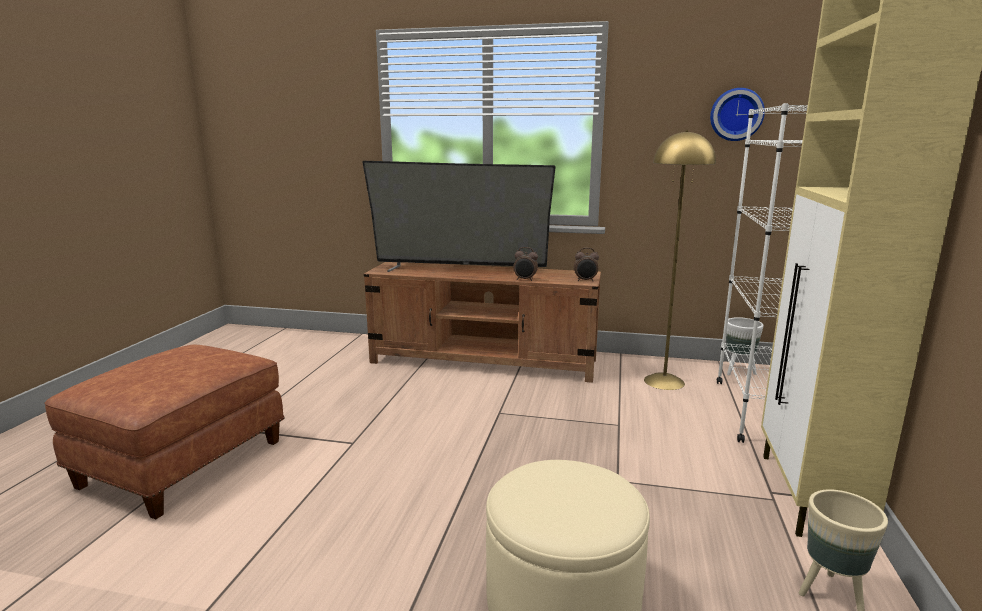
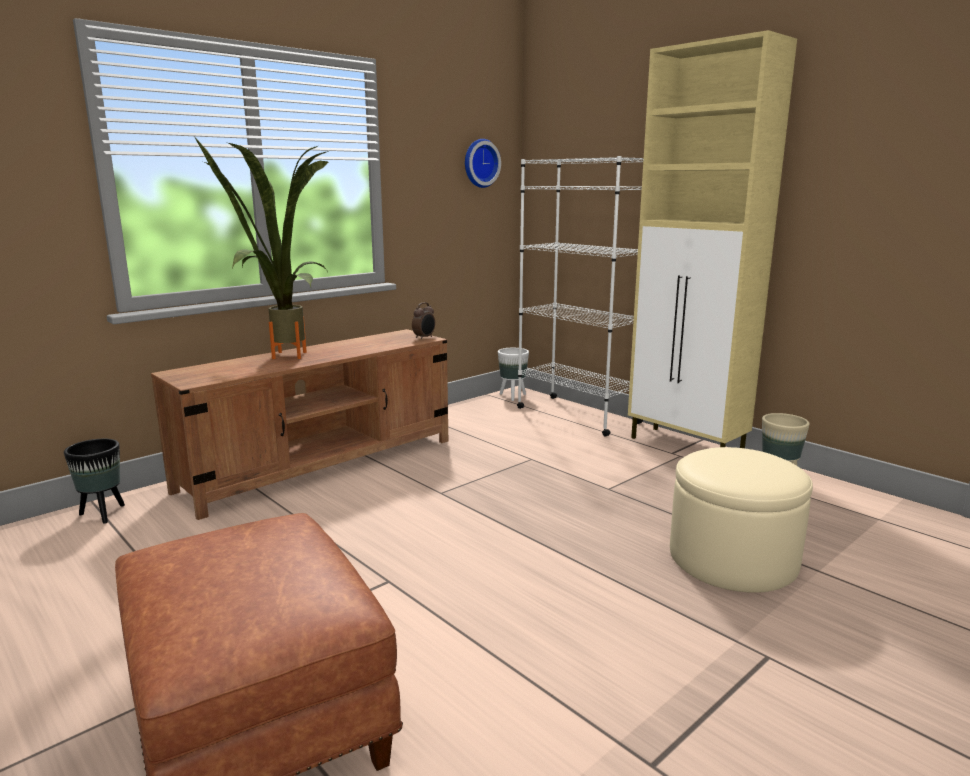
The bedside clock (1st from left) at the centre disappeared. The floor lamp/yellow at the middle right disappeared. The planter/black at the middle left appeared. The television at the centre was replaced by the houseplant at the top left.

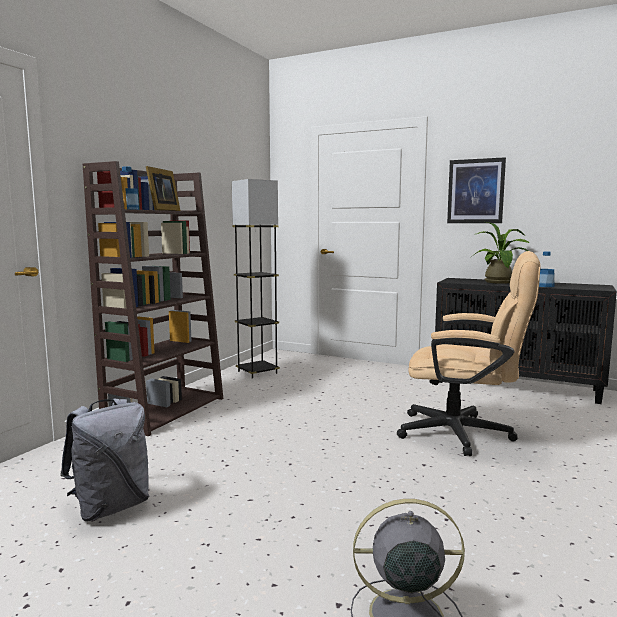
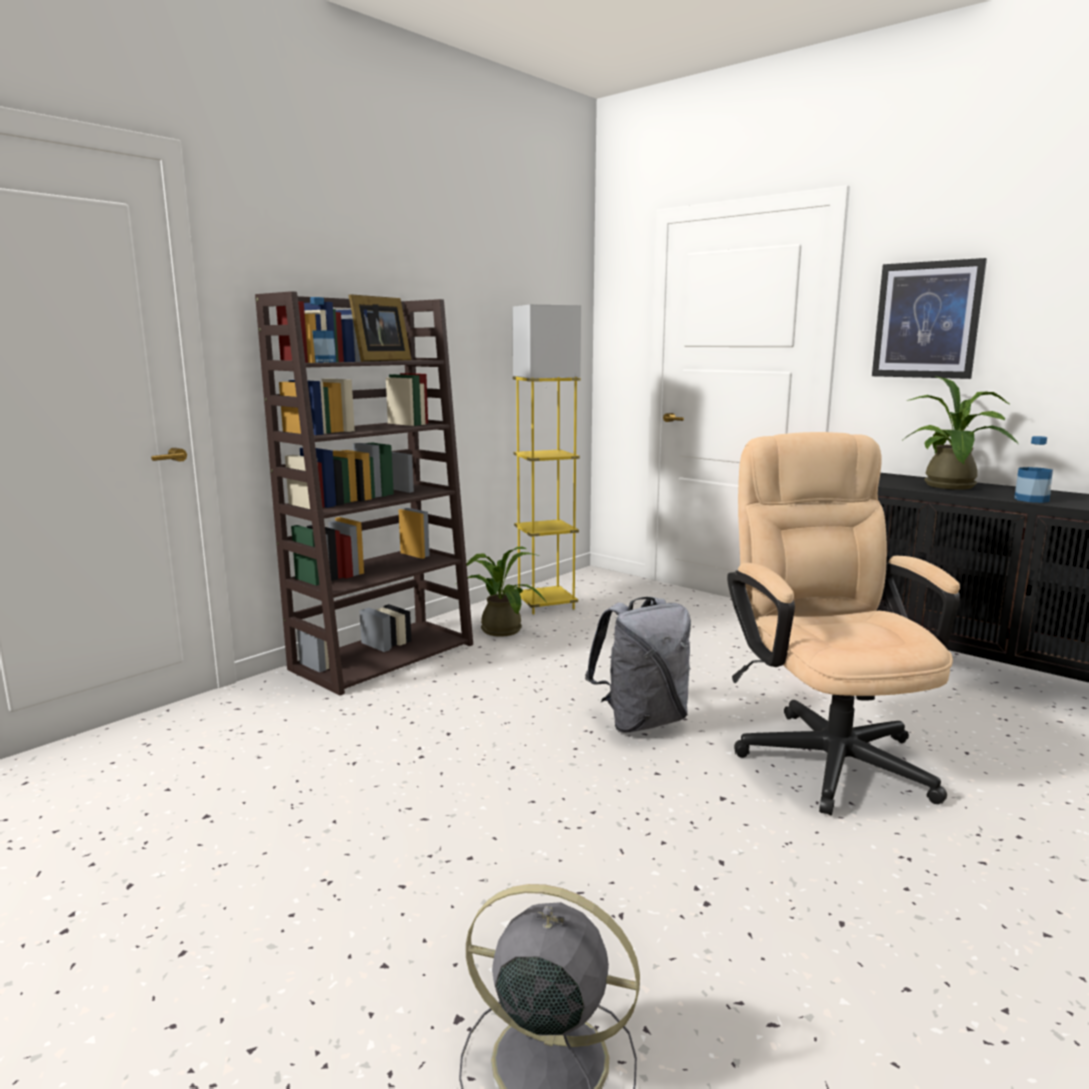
The houseplant (1st from left) at the centre appeared. The knapsack/greyish moved from the bottom left to the centre. The floor lamp/greyish at the centre became the floor lamp/yellow at the centre. The office chair/beige-coloured at the middle right turned 135 degrees counterclockwise.

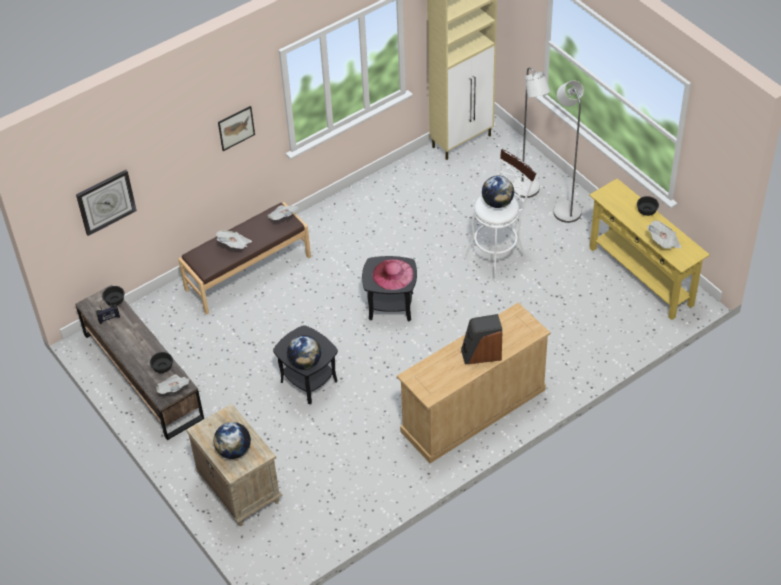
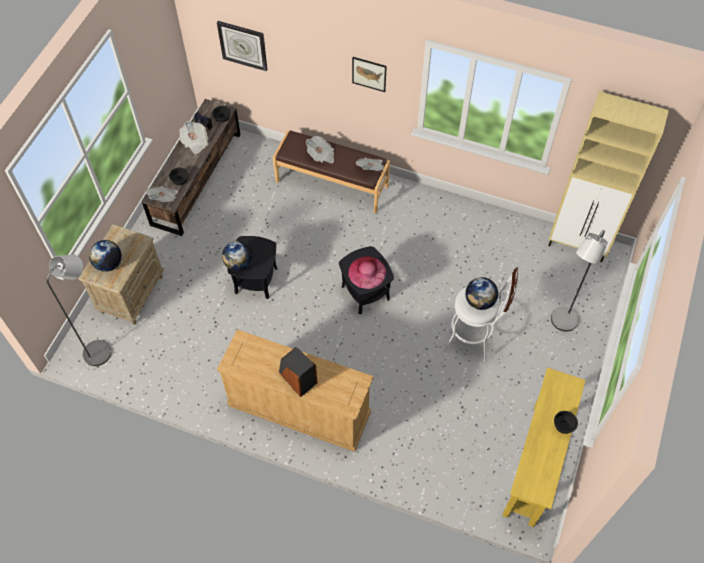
The floor lamp/greyish (2nd from left in the first image) moved from the top right to the middle left. The daily paper (4th from left in the first image) moved from the middle right to the top left.

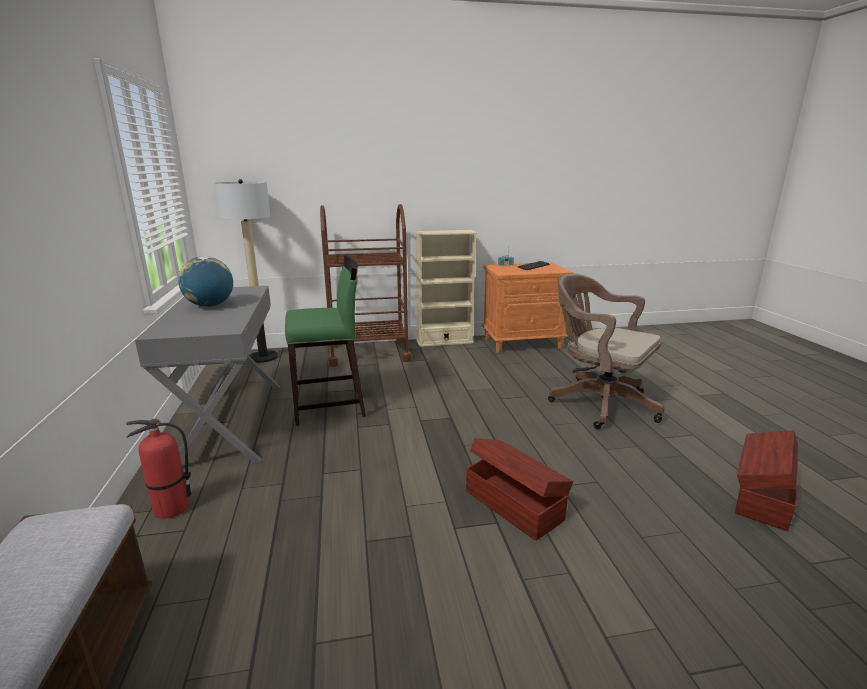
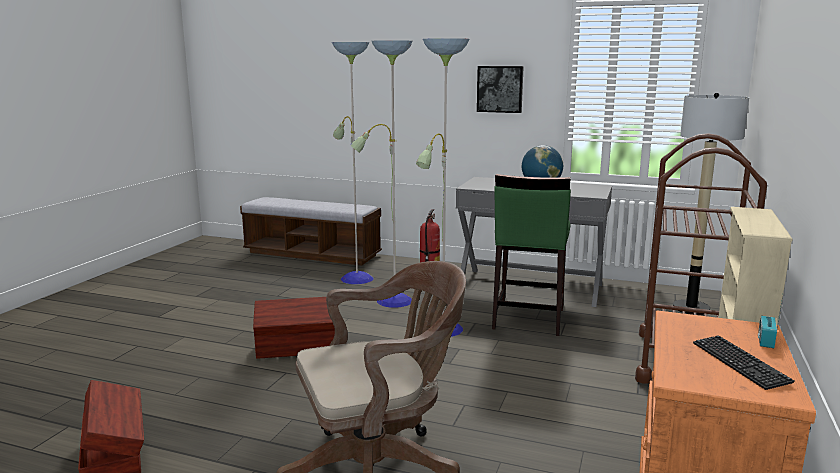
The floor lamp (1st from left) at the centre appeared. The picture at the top centre appeared.

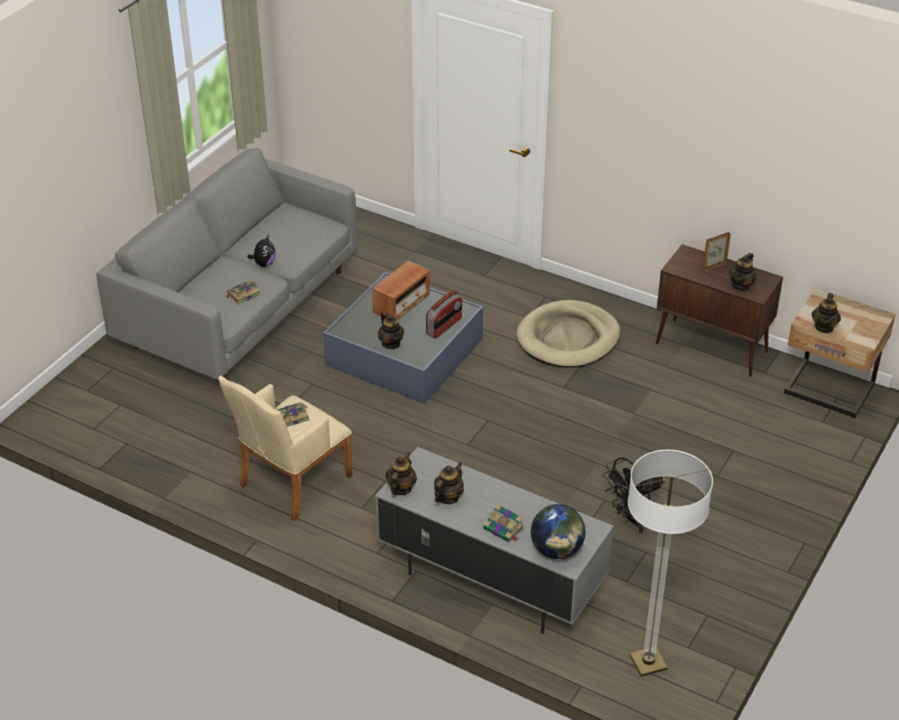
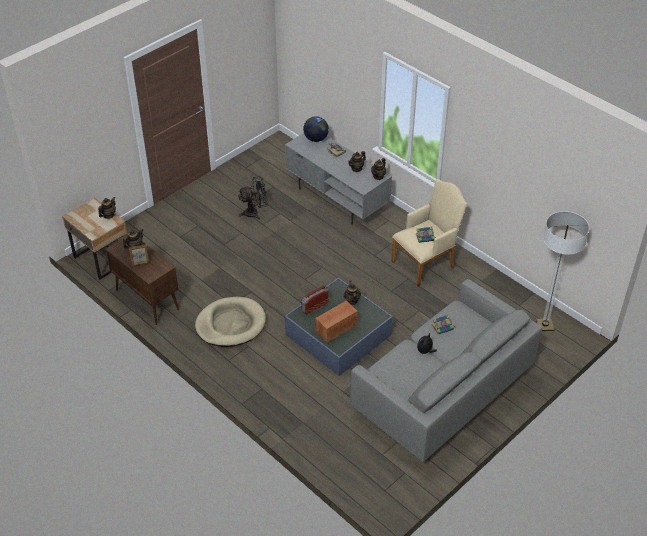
The floor lamp moved from the bottom right to the middle right.

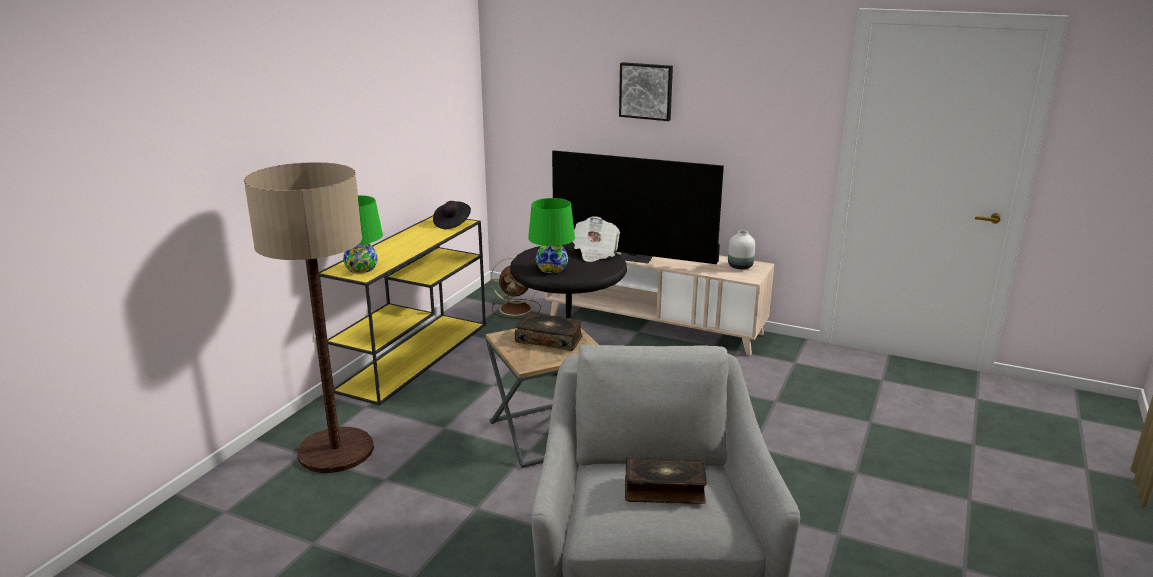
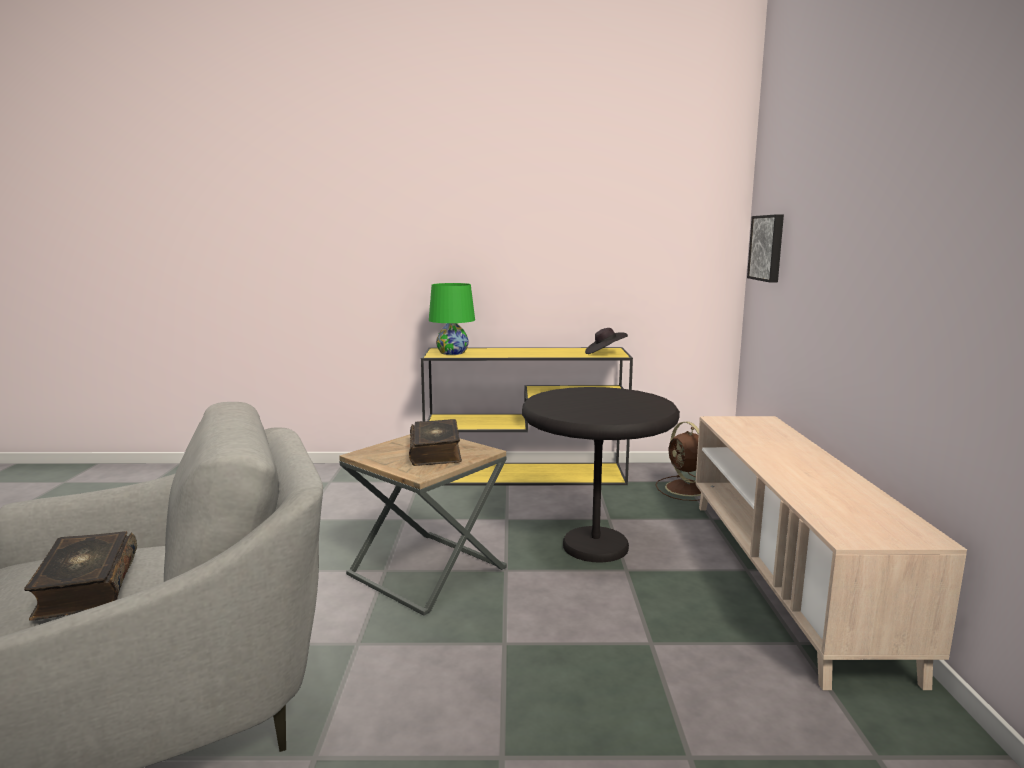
The floor lamp at the middle left disappeared. The lamp for a table/green-coloured (2nd from left) at the centre disappeared. The television at the centre disappeared. The daily paper at the centre disappeared. The vase/white-coloured at the centre disappeared. The picture moved from the top centre to the top right.

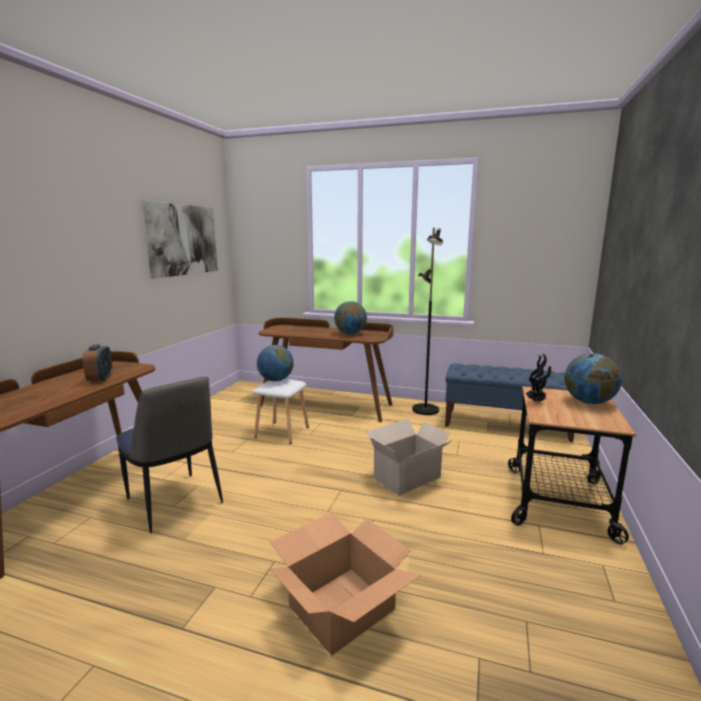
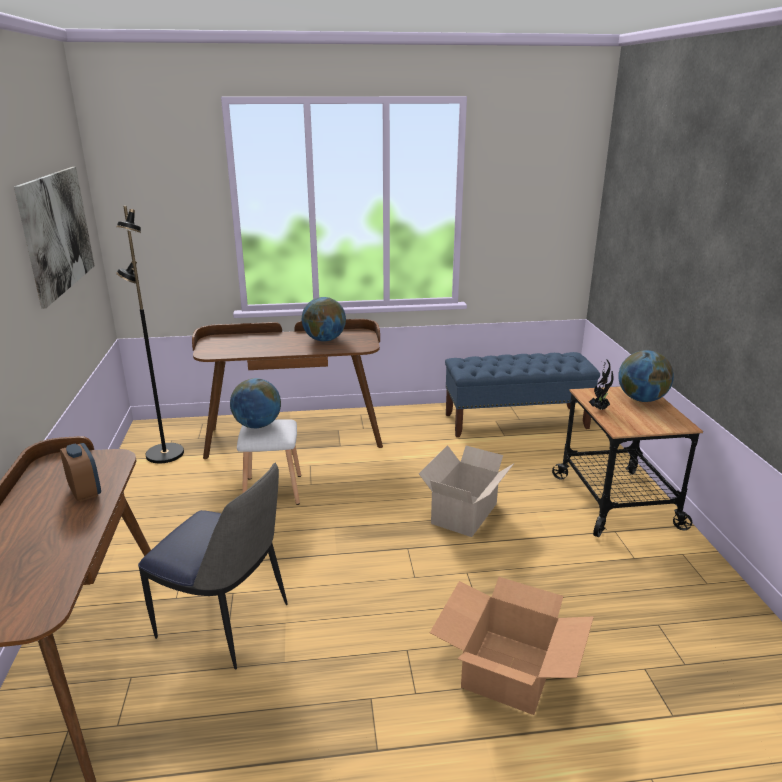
The floor lamp/black moved from the centre to the middle left.

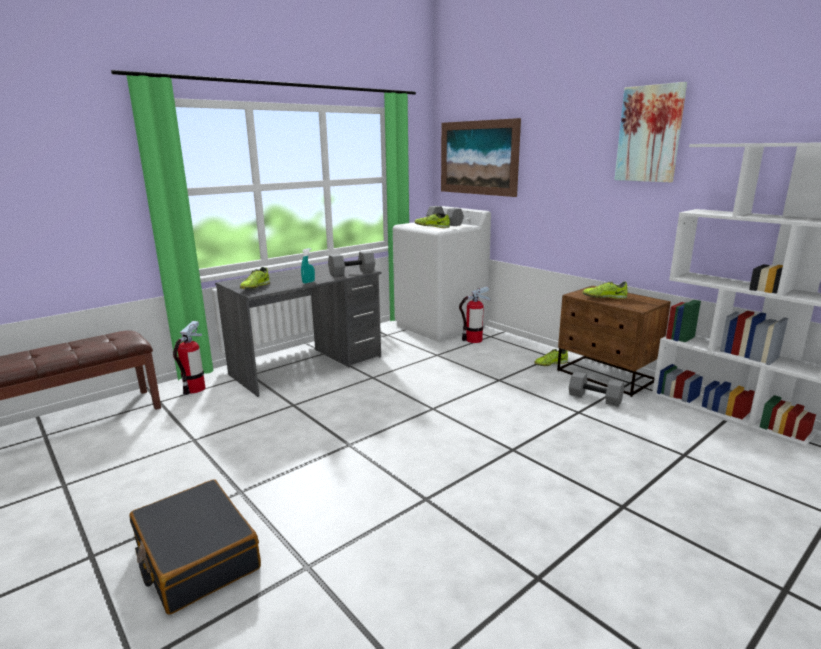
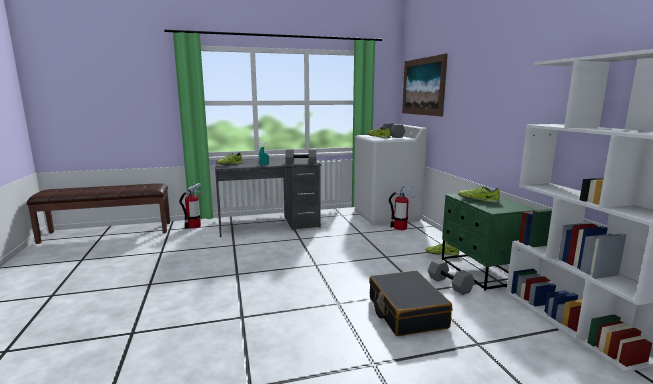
The picture (2nd from left) at the top right disappeared. The suitcase/black moved from the bottom left to the bottom centre. The nightstand/brown at the middle right became the nightstand/green-coloured at the middle right.

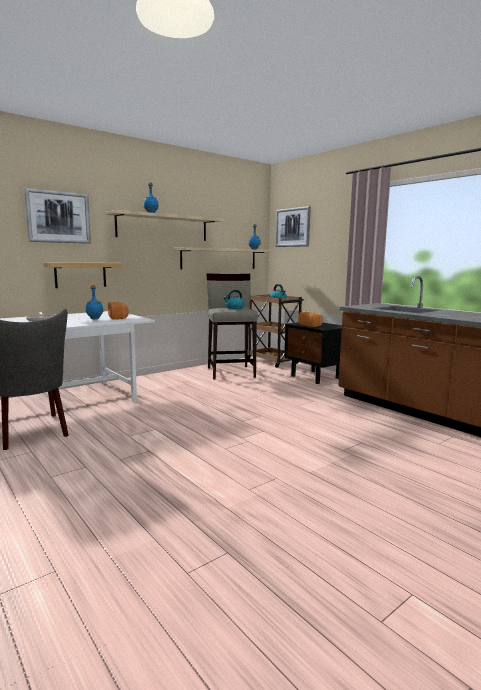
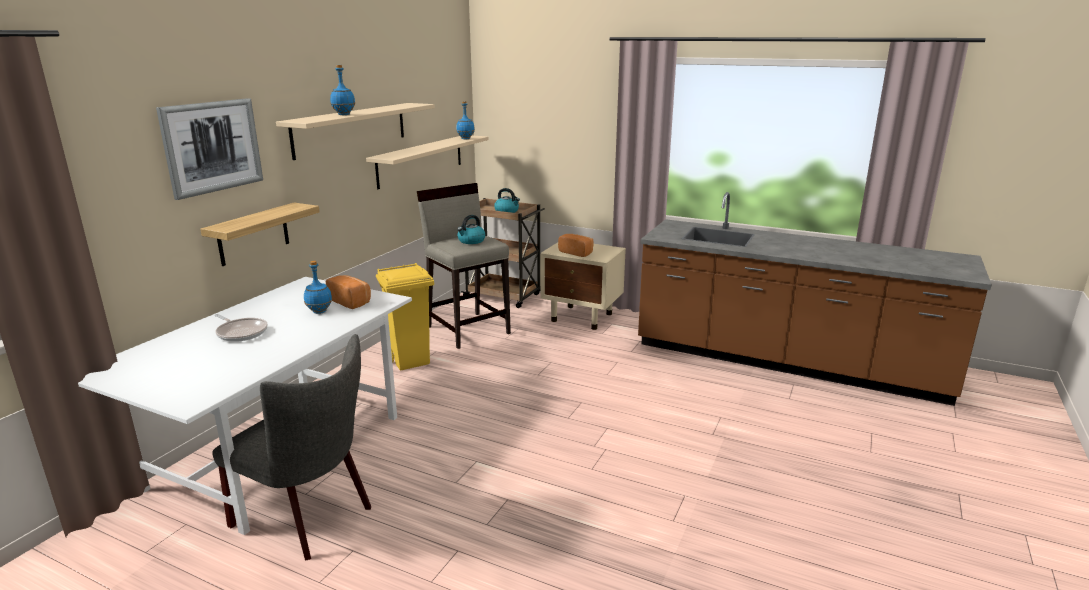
The picture (2nd from left) at the top centre disappeared. The rubbish bin/yellow at the centre appeared. The nightstand/black at the centre became the nightstand/beige-coloured at the centre.

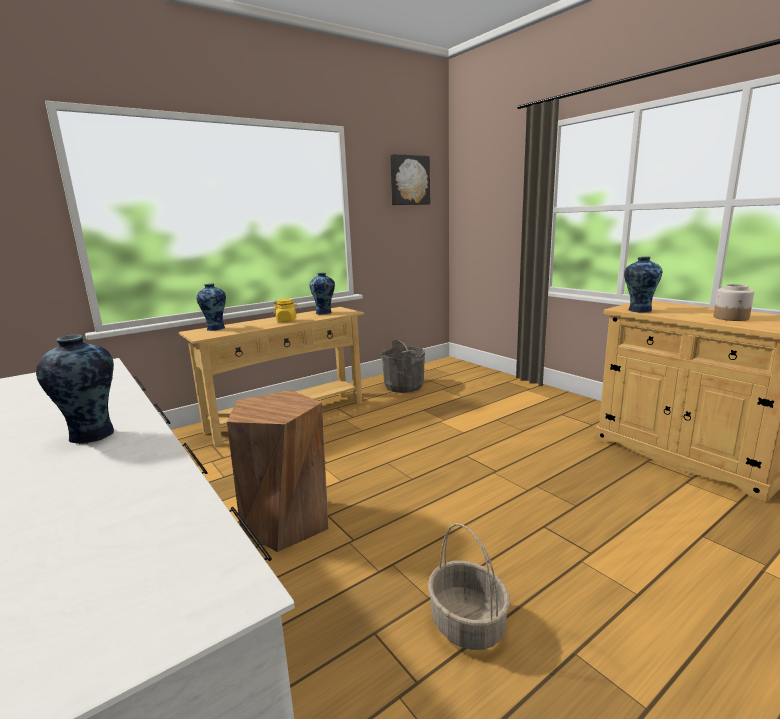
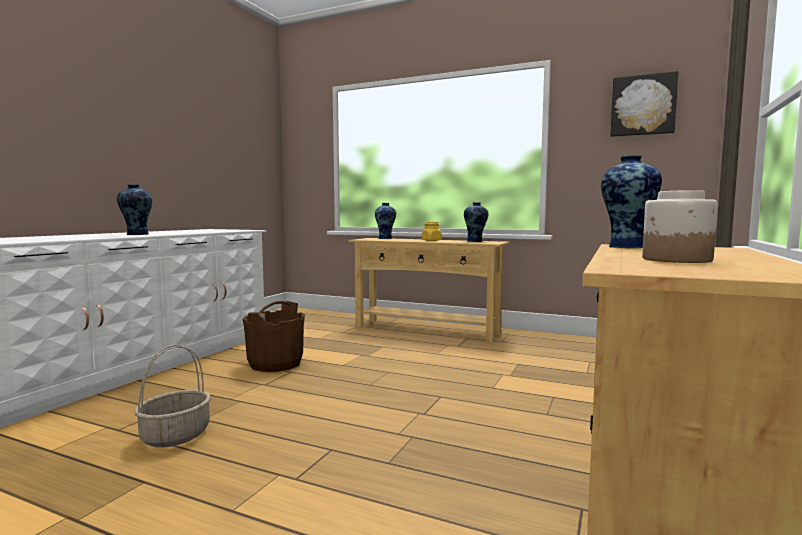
The water bucket/greyish at the centre disappeared. The stool seat/brown at the centre was replaced by the water bucket/brown at the centre.

